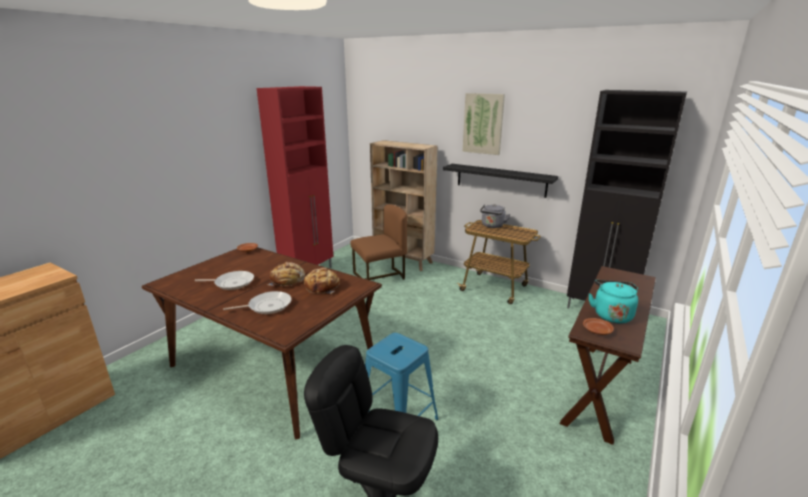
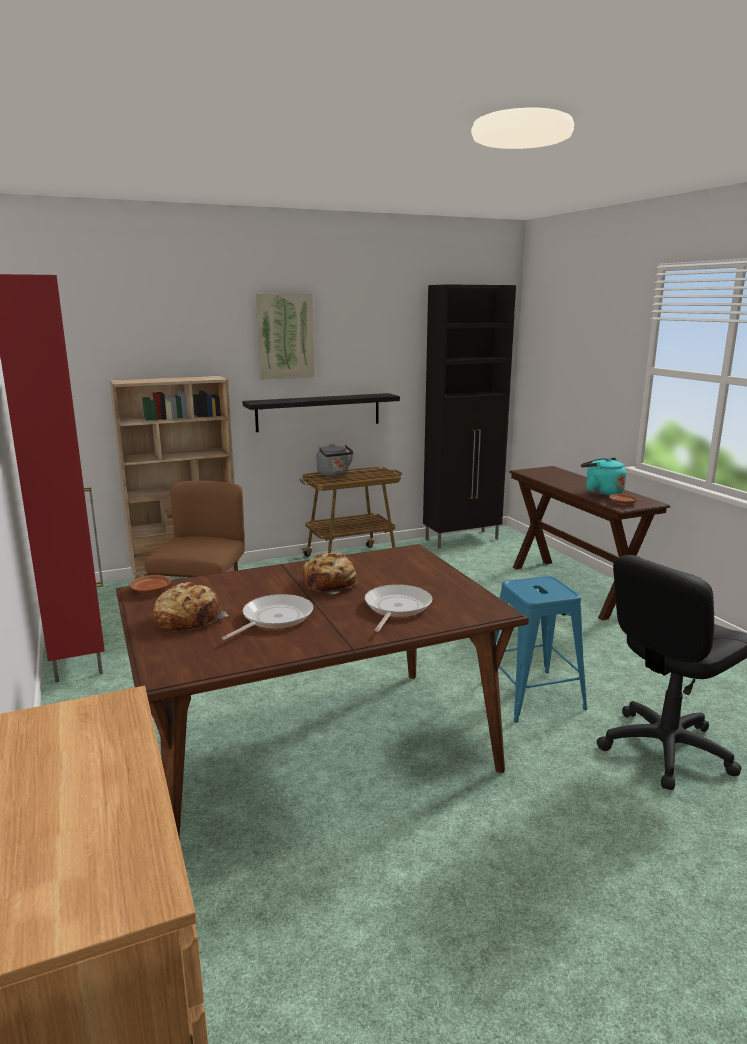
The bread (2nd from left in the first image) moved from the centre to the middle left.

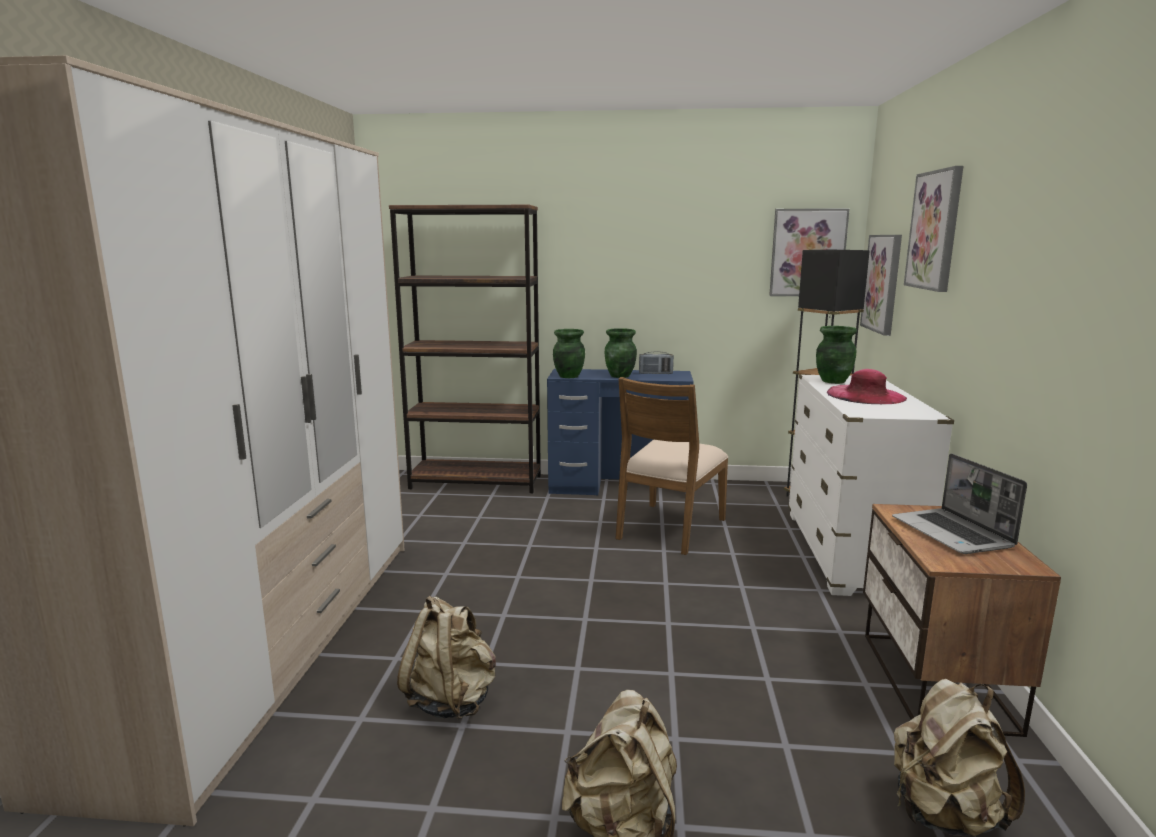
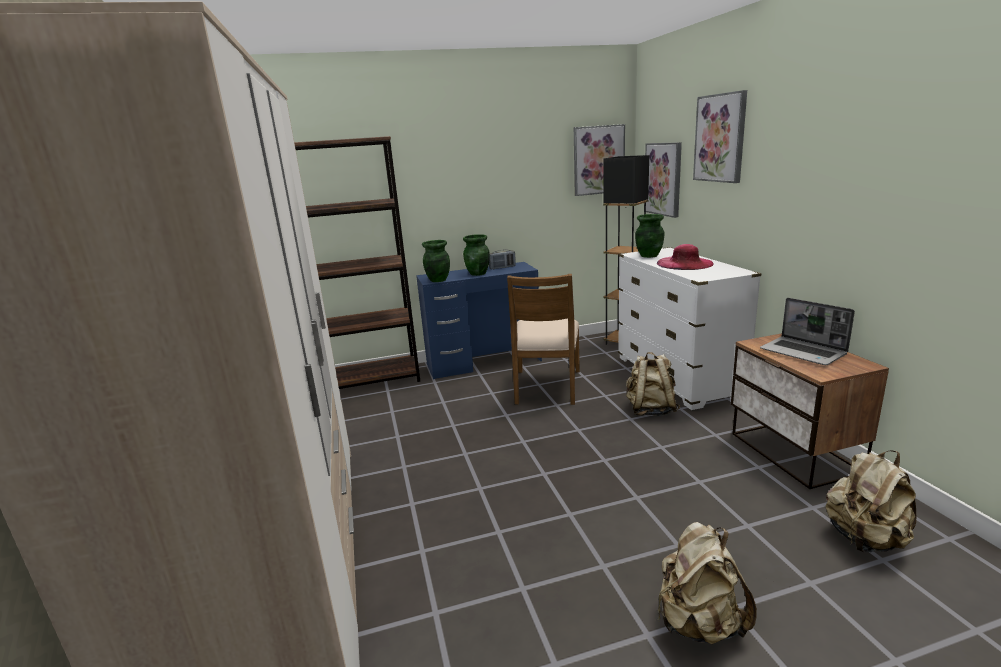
The knapsack/beige-coloured (1st from left) moved from the bottom centre to the centre.

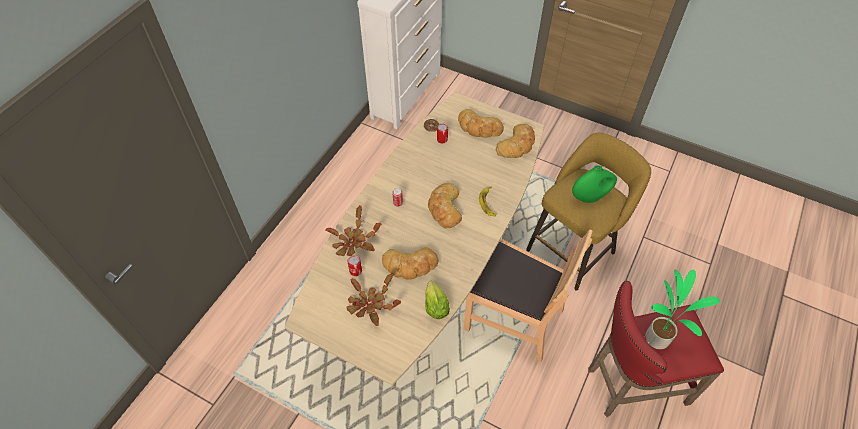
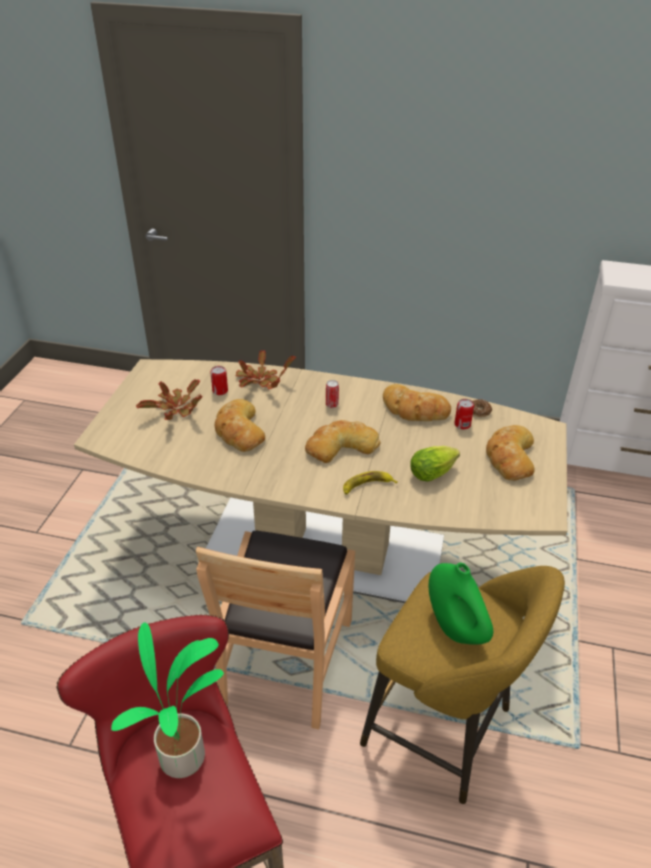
The lettuce head moved from the bottom centre to the middle right. The bread (4th from left in the first image) moved from the top centre to the centre.

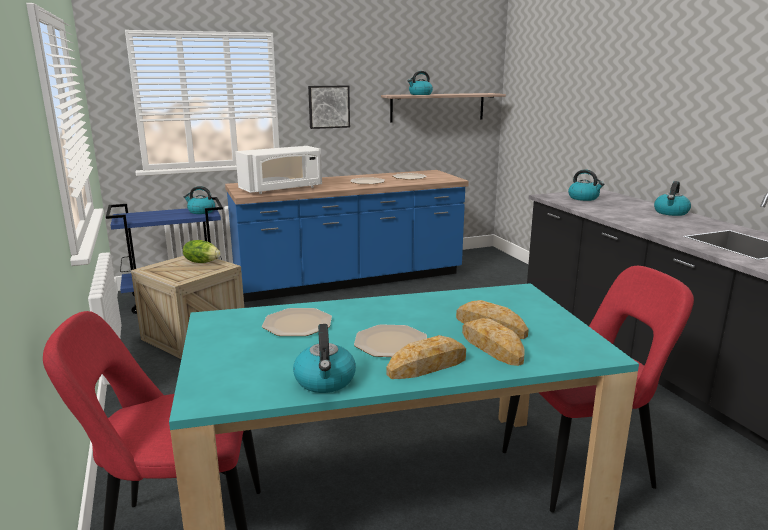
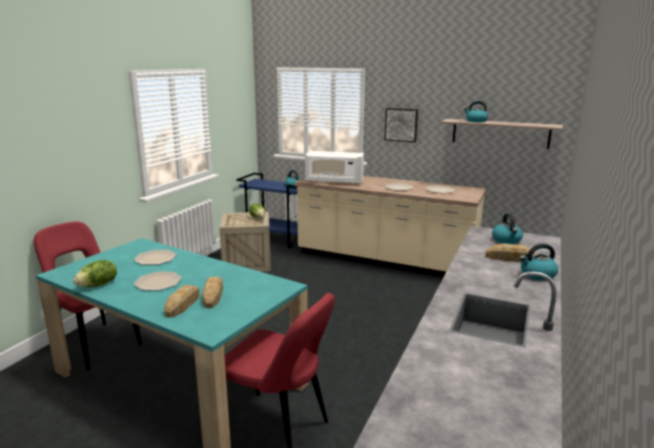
The bread (1st from left in the first image) moved from the bottom centre to the middle right. The kettle (2nd from left) at the bottom centre was replaced by the lettuce head (1st from left) at the middle left. The kitchen counter/blue at the centre became the kitchen counter/beige-coloured at the centre.

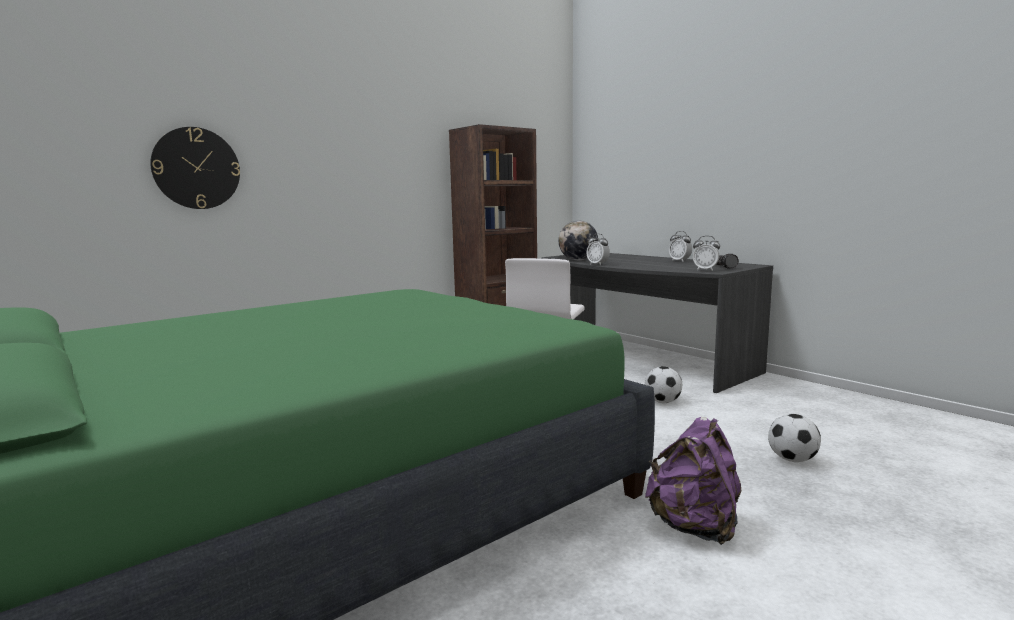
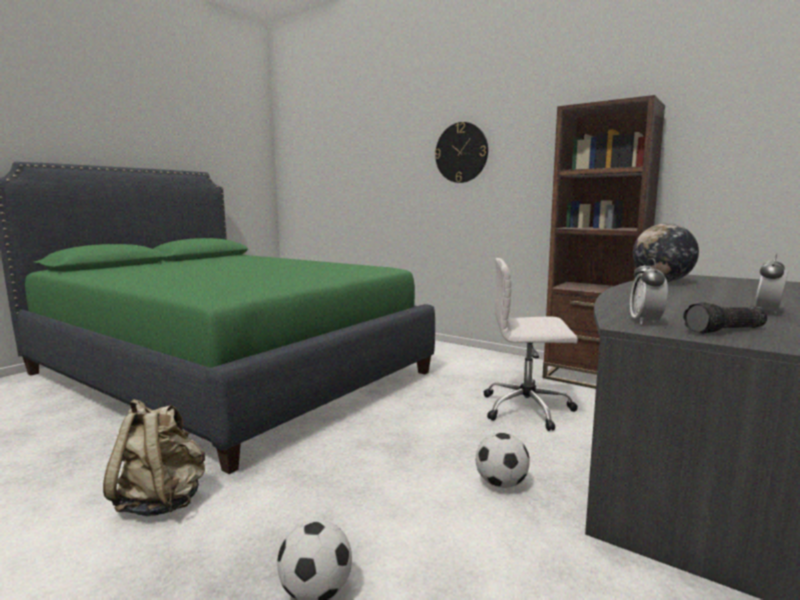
The bedside clock (1st from left) at the centre disappeared. The wall clock moved from the top left to the top centre. The knapsack/purplish at the bottom right became the knapsack/beige-coloured at the bottom left.

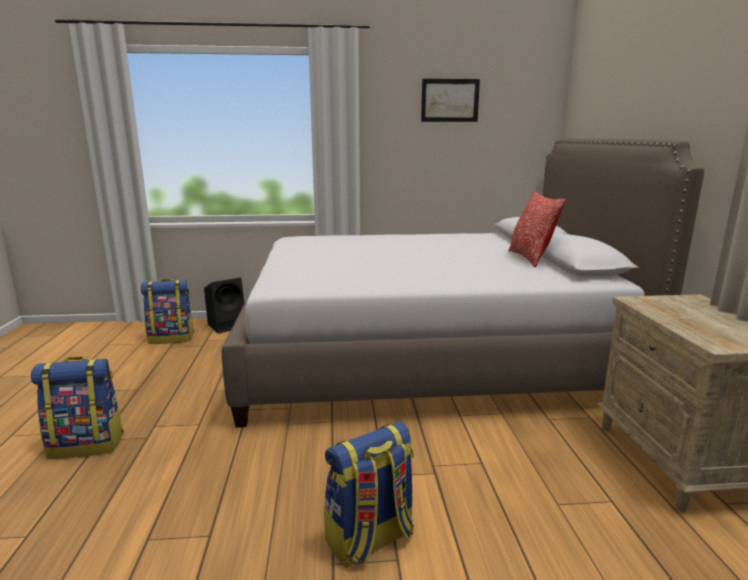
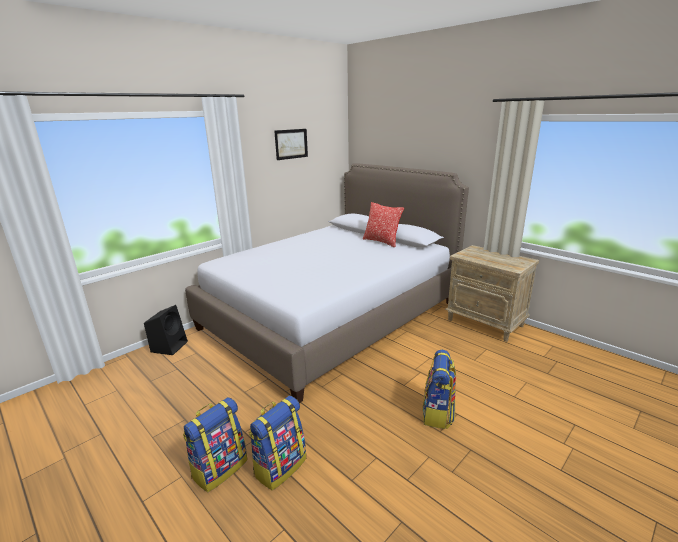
The knapsack (2nd from left) moved from the middle left to the bottom centre.

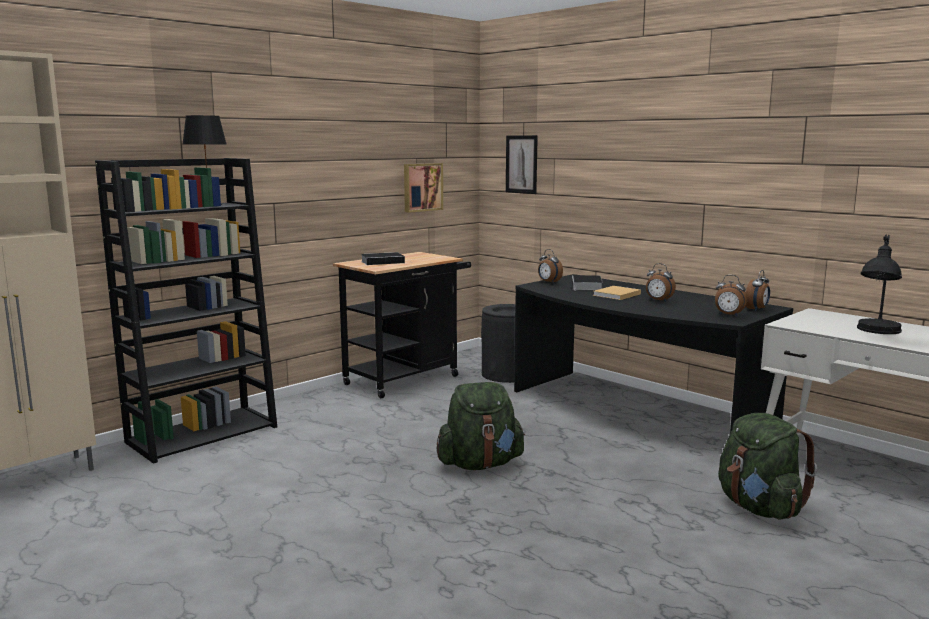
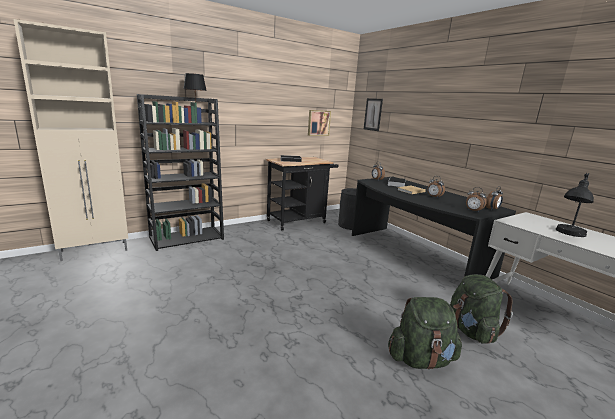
The knapsack/green-coloured (1st from left) moved from the bottom centre to the bottom right.

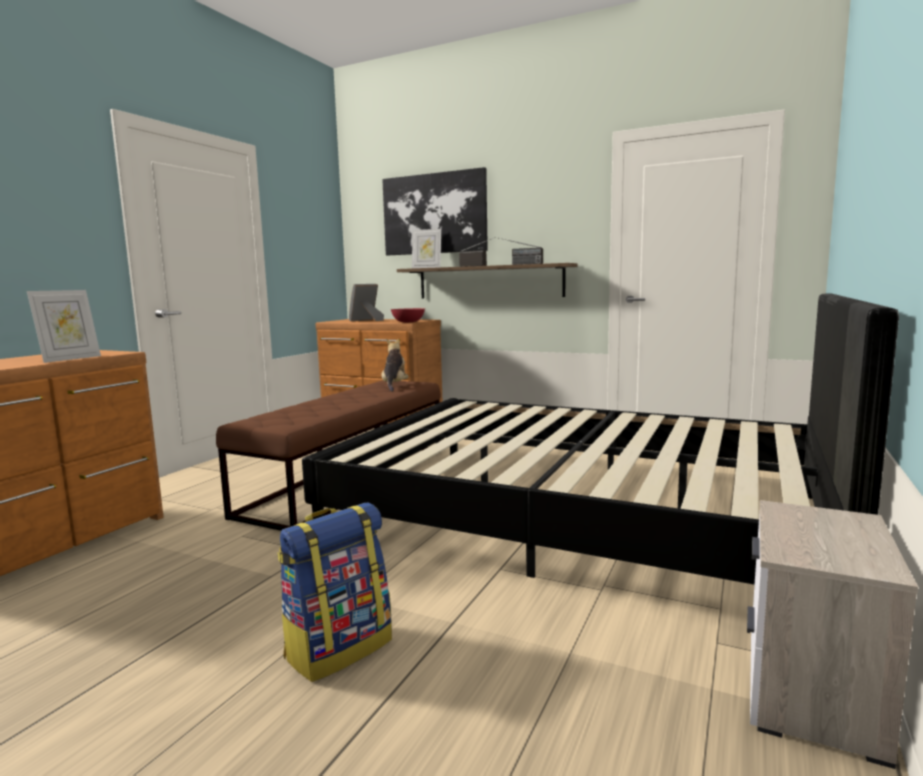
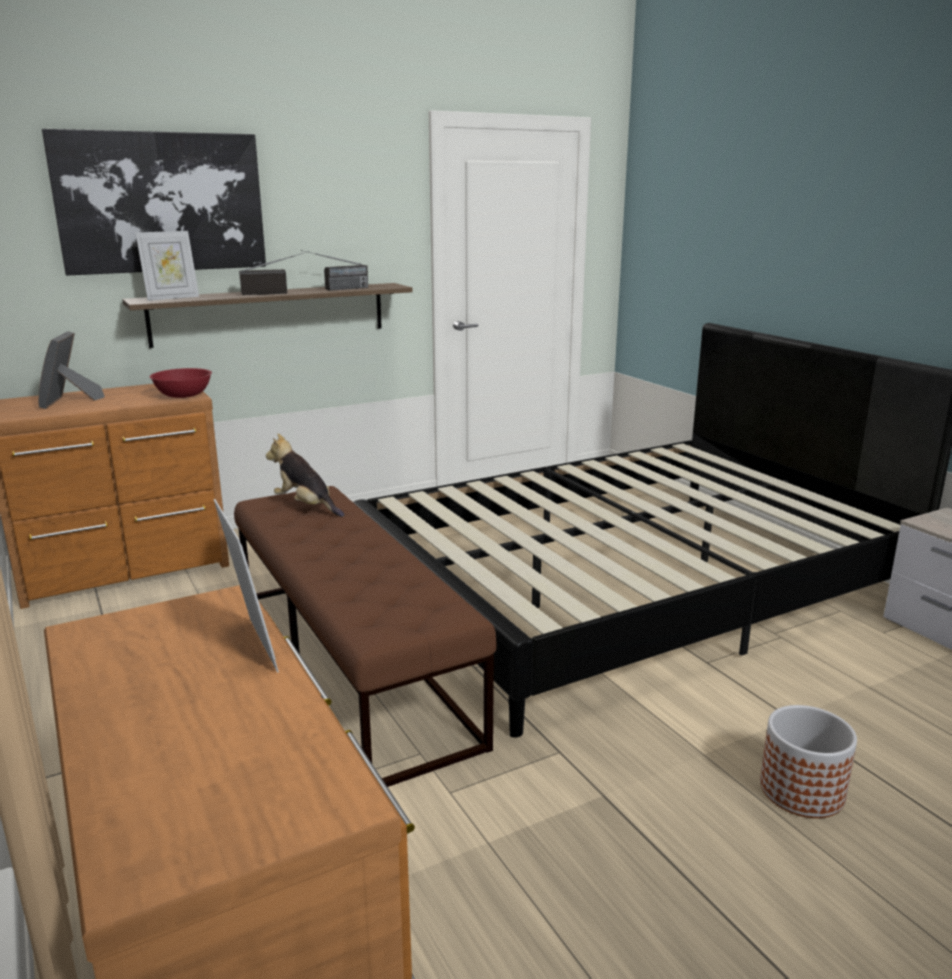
The knapsack at the bottom centre was replaced by the planter at the bottom right.

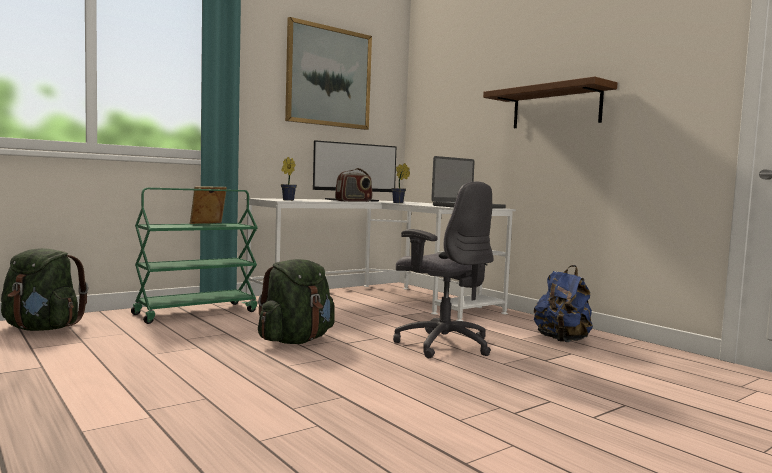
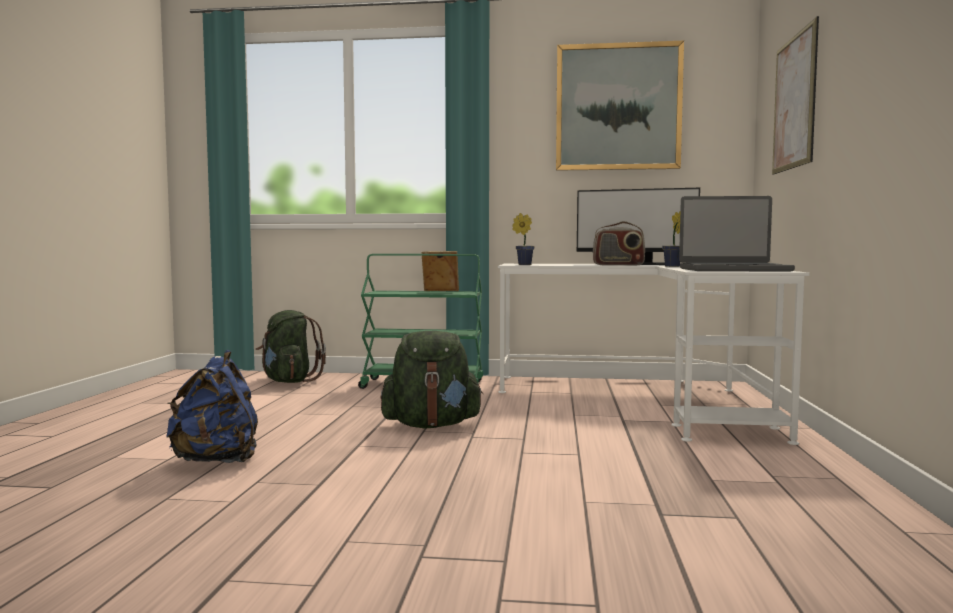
The office chair/greyish at the centre disappeared. The wall shelf/brown at the top right disappeared. The picture (2nd from left) at the top right appeared. The knapsack/blue moved from the middle right to the middle left.

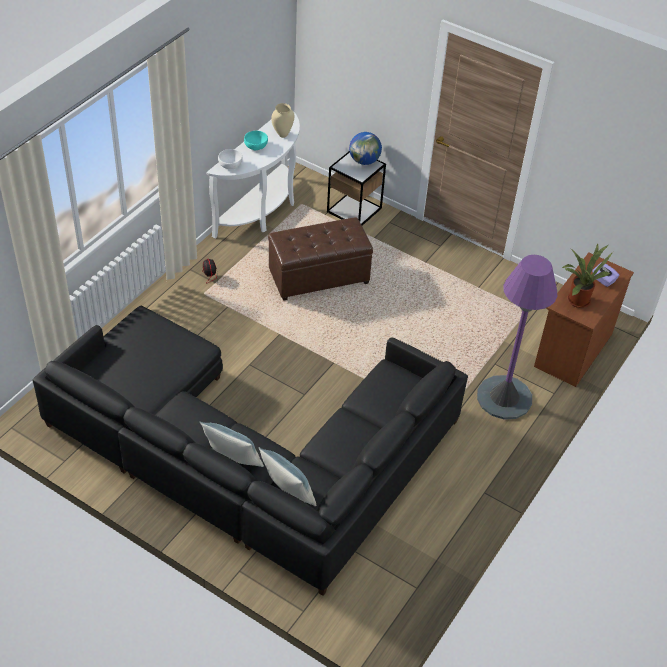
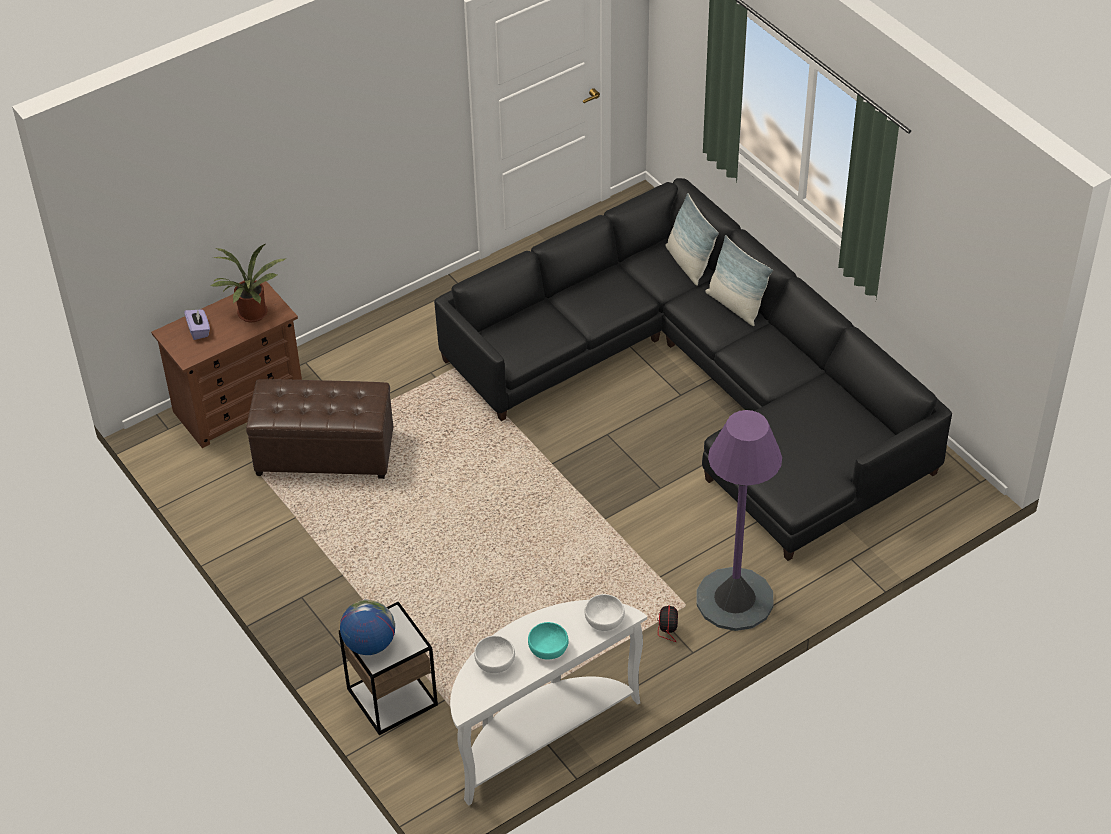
The pouffe/brown moved from the centre to the middle left. The floor lamp/purplish moved from the middle right to the centre. The vase/beige-coloured at the top centre was replaced by the serving bowl/white-coloured (1st from left) at the bottom centre.

